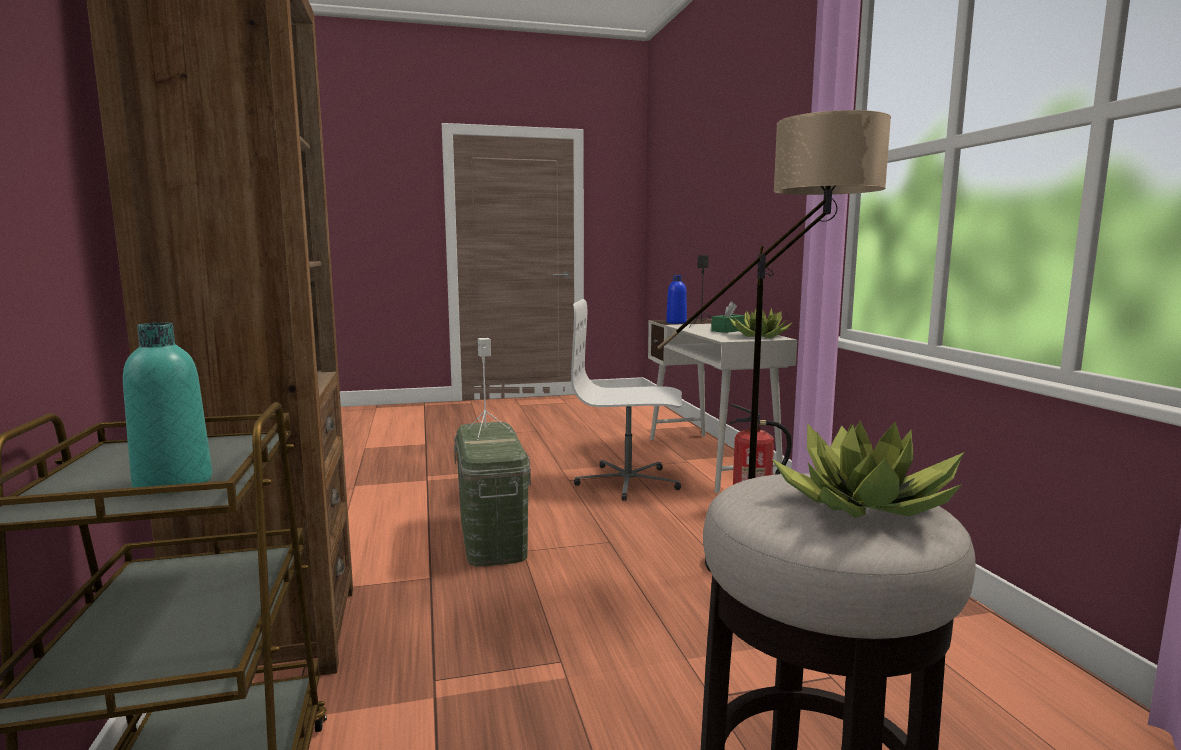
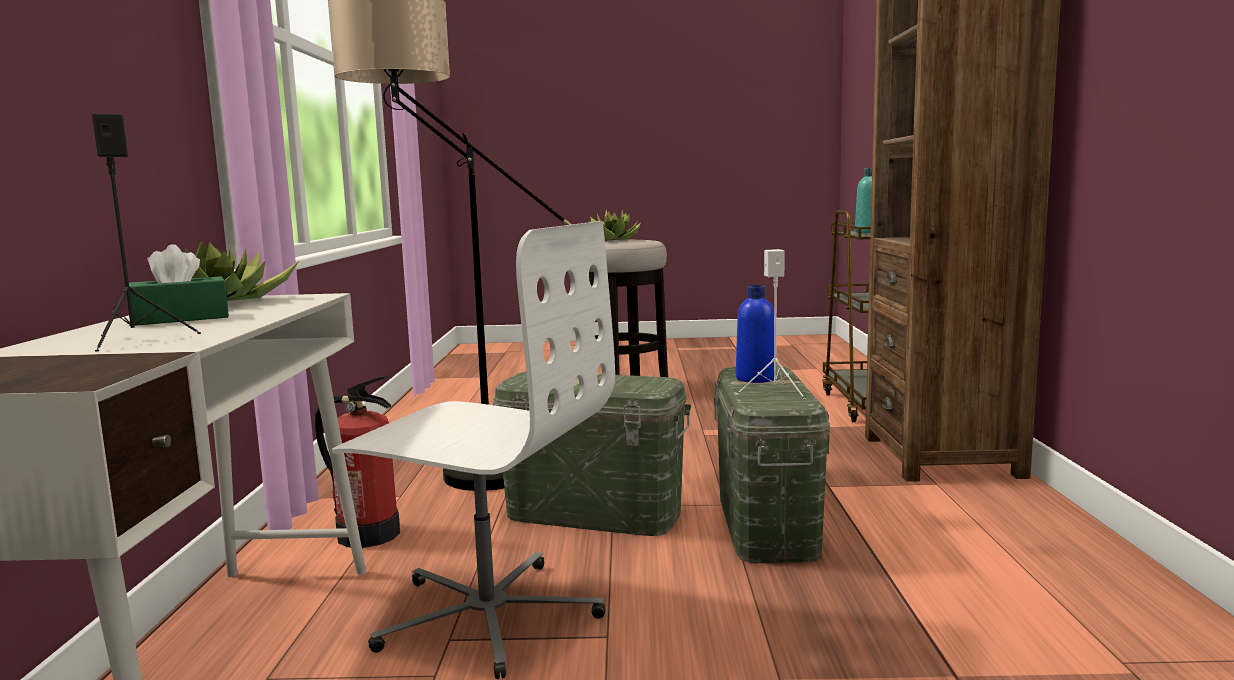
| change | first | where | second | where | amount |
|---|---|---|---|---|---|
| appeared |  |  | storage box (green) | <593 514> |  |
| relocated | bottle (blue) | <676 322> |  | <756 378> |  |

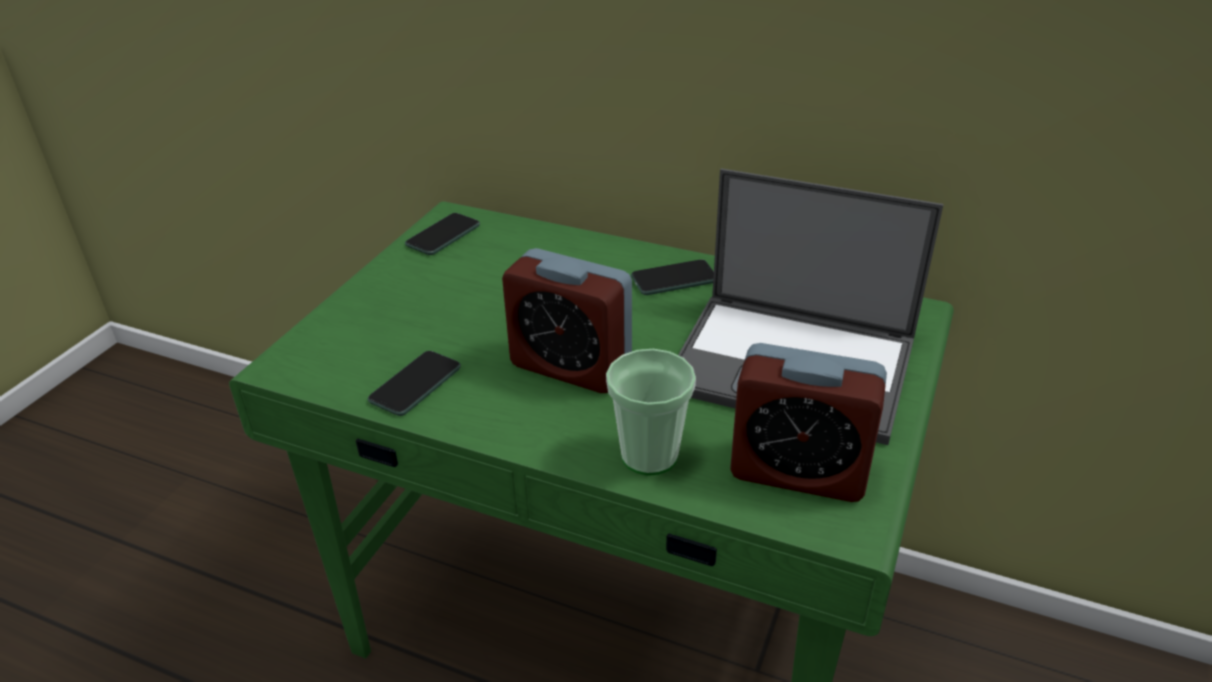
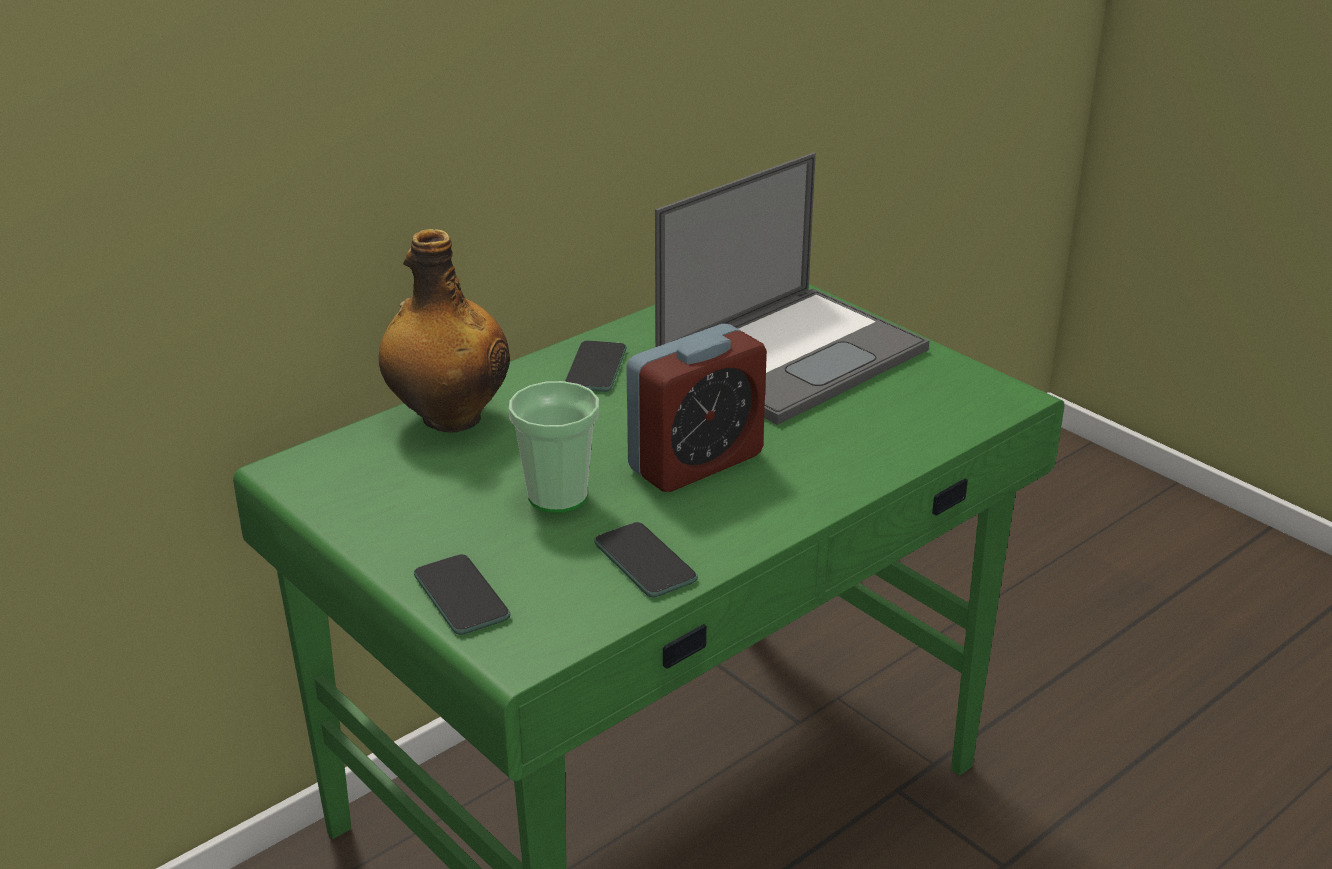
| change | first | where | second | where | amount |
|---|---|---|---|---|---|
| missing | alarm clock | <798 471> |  |  |  |
| appeared |  |  | bottle | <449 418> |  |
| relocated | phone | <443 235> |  | <461 596> |  |
| relocated | cup | <649 455> |  | <558 496> |  |

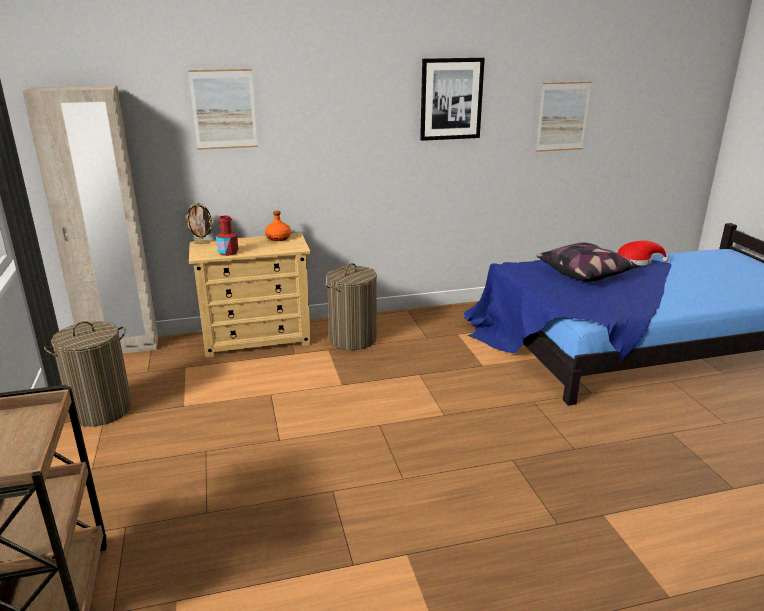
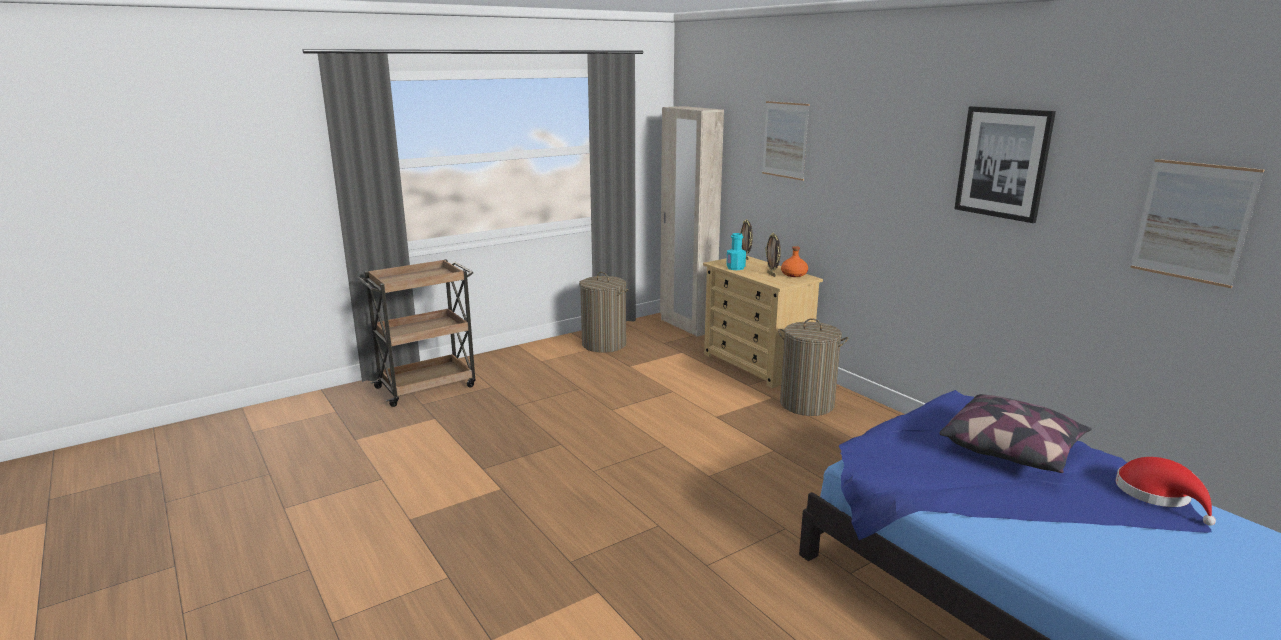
| change | first | where | second | where | amount |
|---|---|---|---|---|---|
| appeared |  |  | picture frame | <772 274> |  |
| colour | bottle (red) | <228 252> | bottle (turquoise) | <735 268> |  |

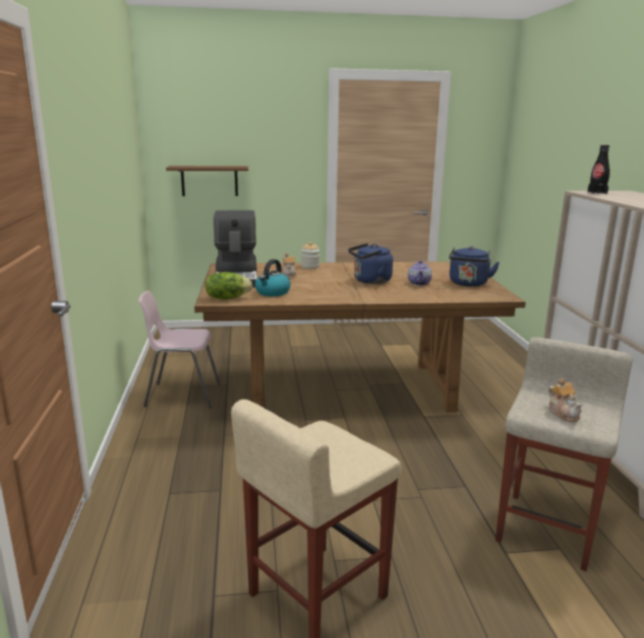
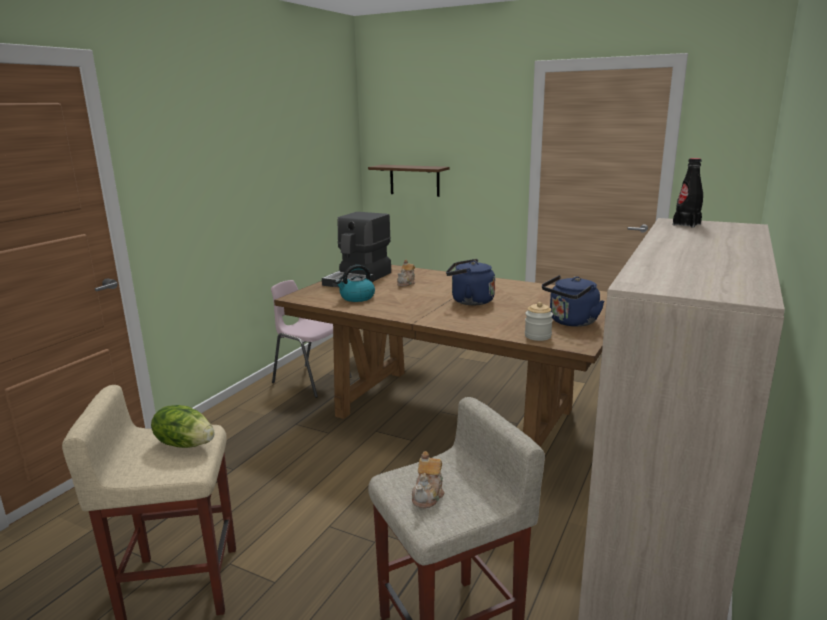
| change | first | where | second | where | amount |
|---|---|---|---|---|---|
| missing | teapot | <419 283> |  |  |  |
| relocated | lettuce | <227 298> |  | <185 443> |  |
| relocated | jar | <310 266> |  | <538 336> |  |

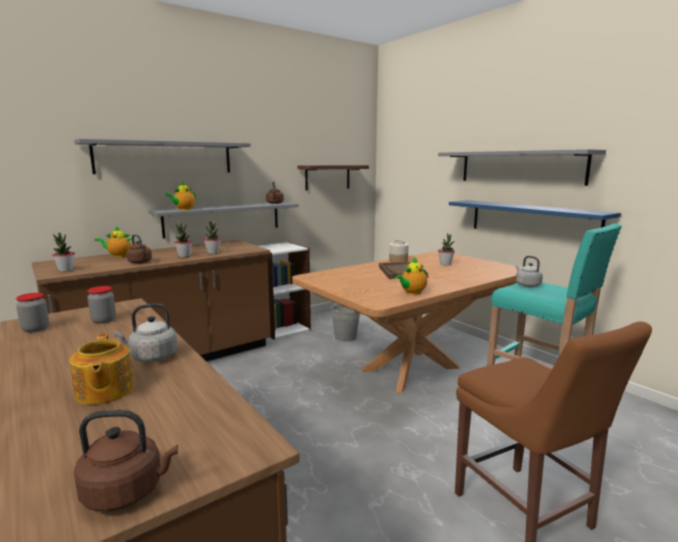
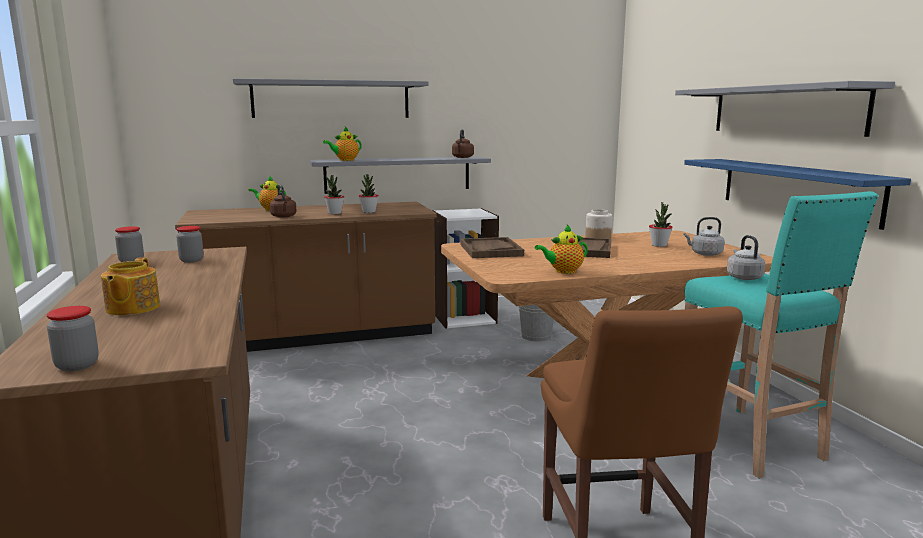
| change | first | where | second | where | amount |
|---|---|---|---|---|---|
| missing | potted plant | <66 270> |  |  |  |
| missing | shelf | <327 177> |  |  |  |
| appeared |  |  | tray (brown) | <490 250> |  |
| relocated | kettle (grey) | <151 357> |  | <704 254> |  |
| exchanged | kettle (brown) | <127 492> | jar | <77 365> |  |

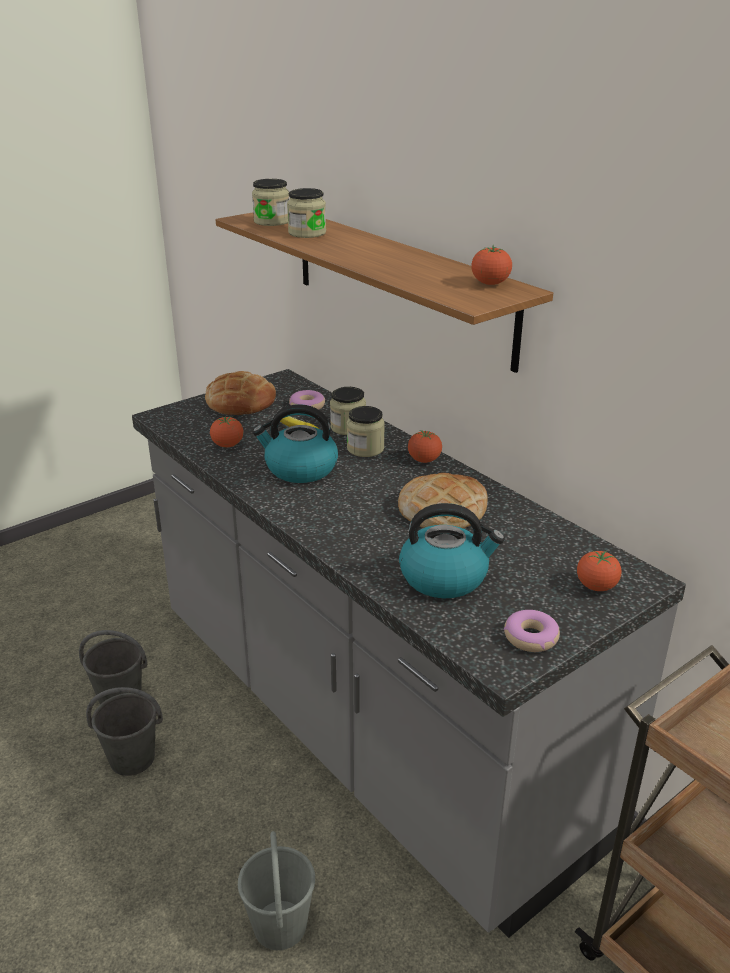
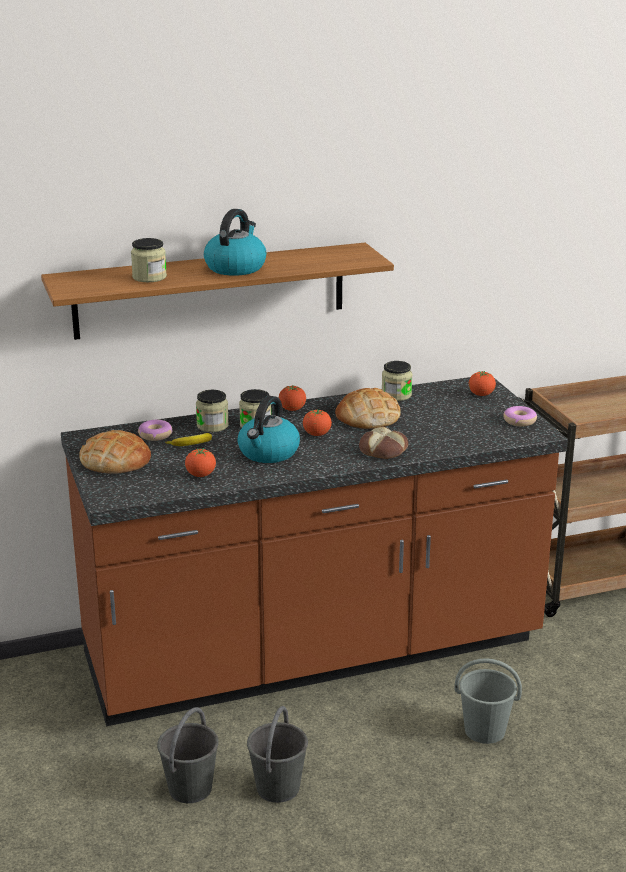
| change | first | where | second | where | amount |
|---|---|---|---|---|---|
| appeared |  |  | bread | <384 450> |  |
| relocated | jar | <271 221> |  | <396 395> |  |
| relocated | kettle | <445 577> |  | <235 267> |  |
| relocated | tomato | <490 284> |  | <317 434> |  |
| colour | counter (grey) | <365 724> | counter (brown) | <313 654> |  |

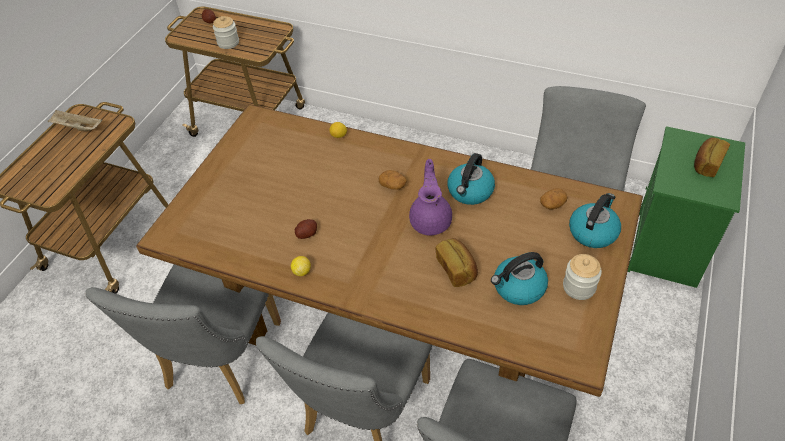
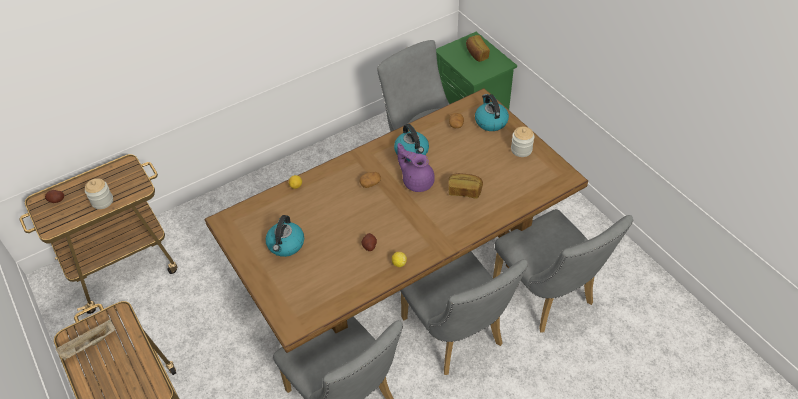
| change | first | where | second | where | amount |
|---|---|---|---|---|---|
| relocated | kettle | <518 288> |  | <286 245> |  |

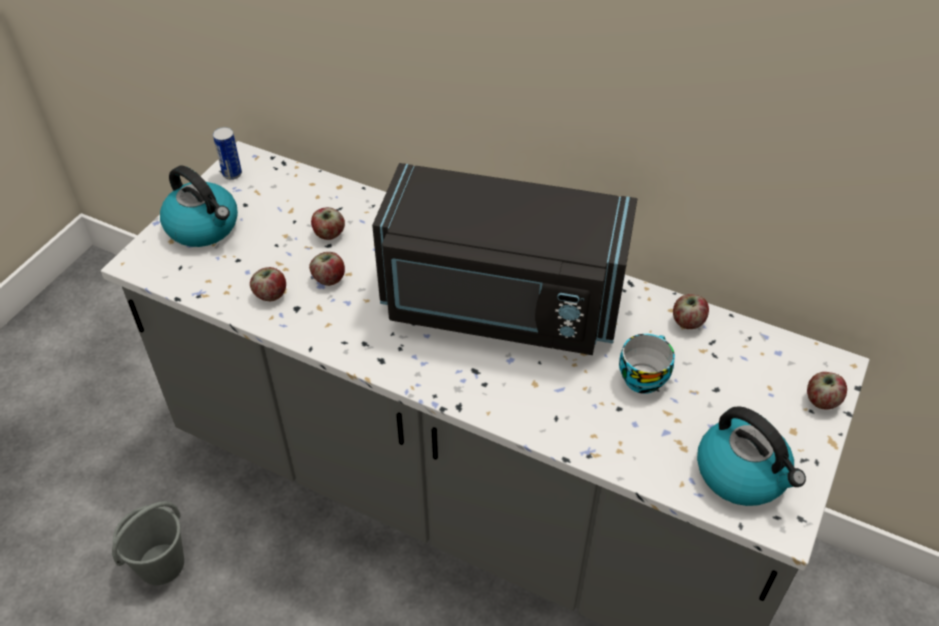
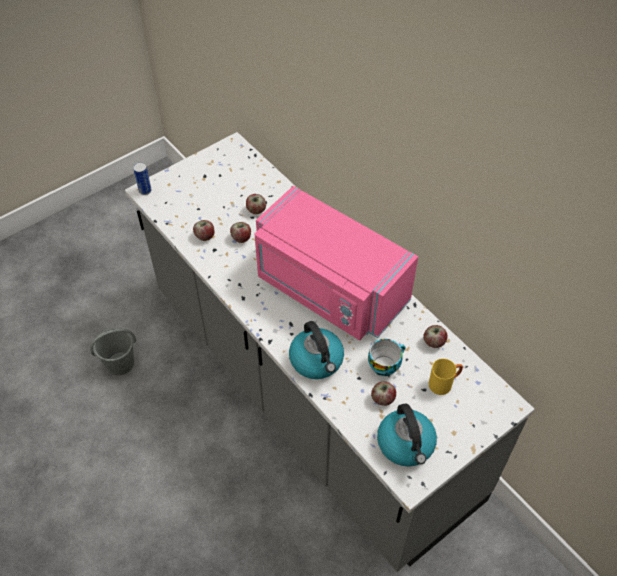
| change | first | where | second | where | amount |
|---|---|---|---|---|---|
| appeared |  |  | mug (yellow) | <444 383> |  |
| relocated | kettle | <204 227> |  | <317 361> |  |
| relocated | can | <232 174> |  | <145 190> |  |
| relocated | apple | <821 401> |  | <383 398> |  |
| colour | microwave (black) | <500 305> | microwave (pink) | <328 290> |  |

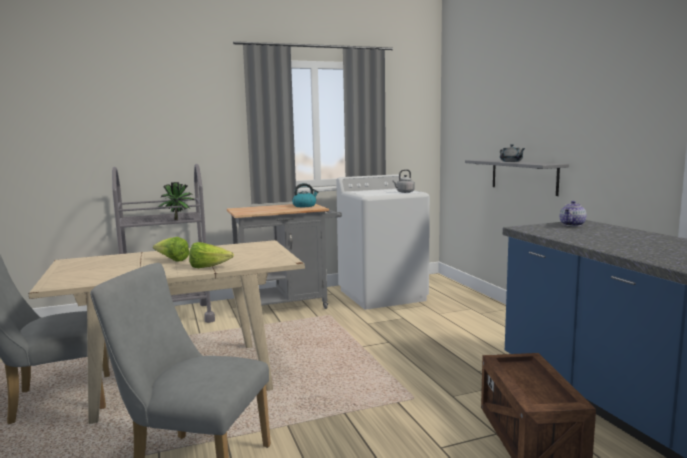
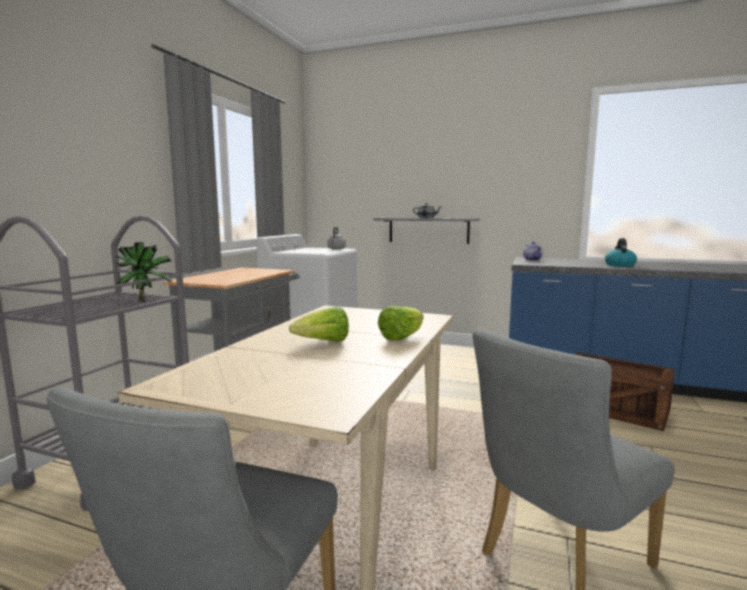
| change | first | where | second | where | amount |
|---|---|---|---|---|---|
| relocated | kettle | <304 206> |  | <619 265> |  |

